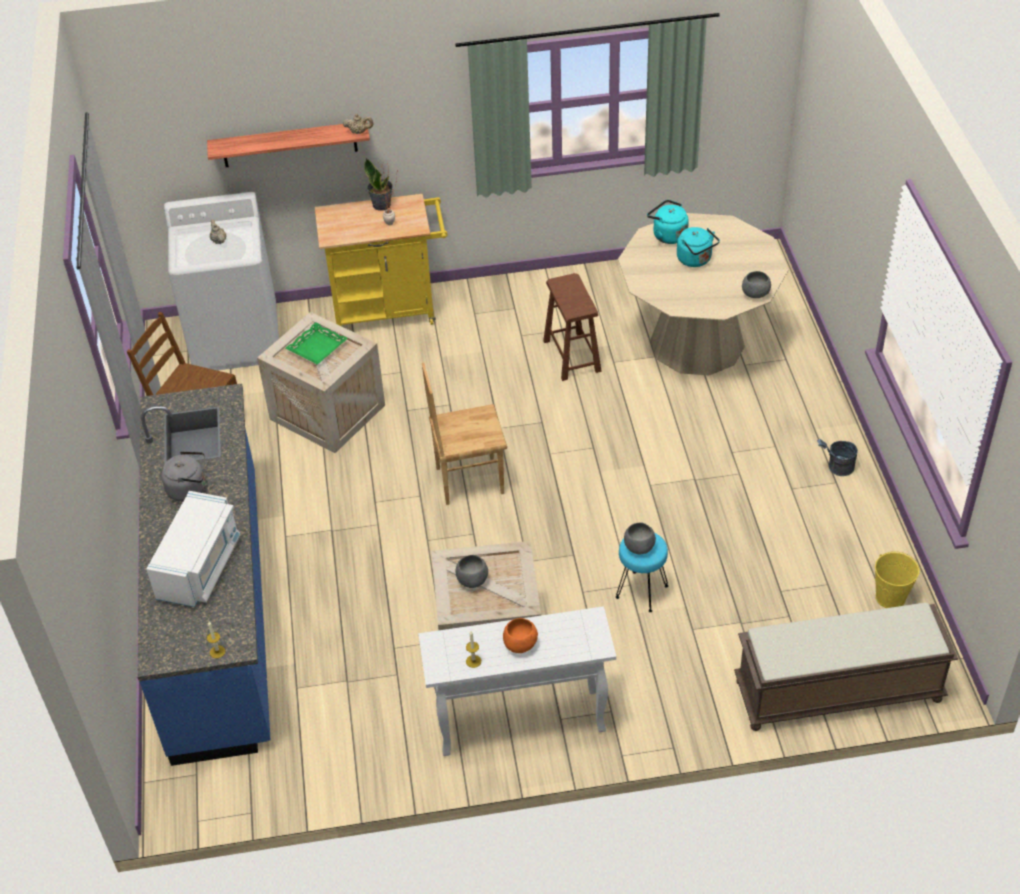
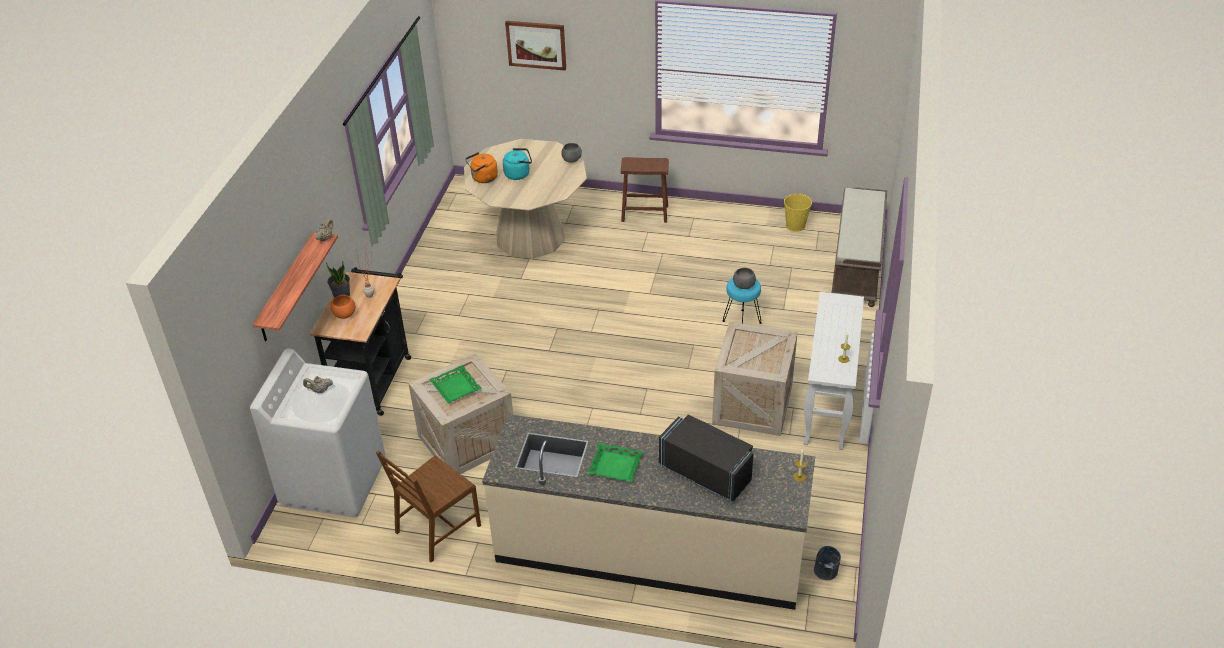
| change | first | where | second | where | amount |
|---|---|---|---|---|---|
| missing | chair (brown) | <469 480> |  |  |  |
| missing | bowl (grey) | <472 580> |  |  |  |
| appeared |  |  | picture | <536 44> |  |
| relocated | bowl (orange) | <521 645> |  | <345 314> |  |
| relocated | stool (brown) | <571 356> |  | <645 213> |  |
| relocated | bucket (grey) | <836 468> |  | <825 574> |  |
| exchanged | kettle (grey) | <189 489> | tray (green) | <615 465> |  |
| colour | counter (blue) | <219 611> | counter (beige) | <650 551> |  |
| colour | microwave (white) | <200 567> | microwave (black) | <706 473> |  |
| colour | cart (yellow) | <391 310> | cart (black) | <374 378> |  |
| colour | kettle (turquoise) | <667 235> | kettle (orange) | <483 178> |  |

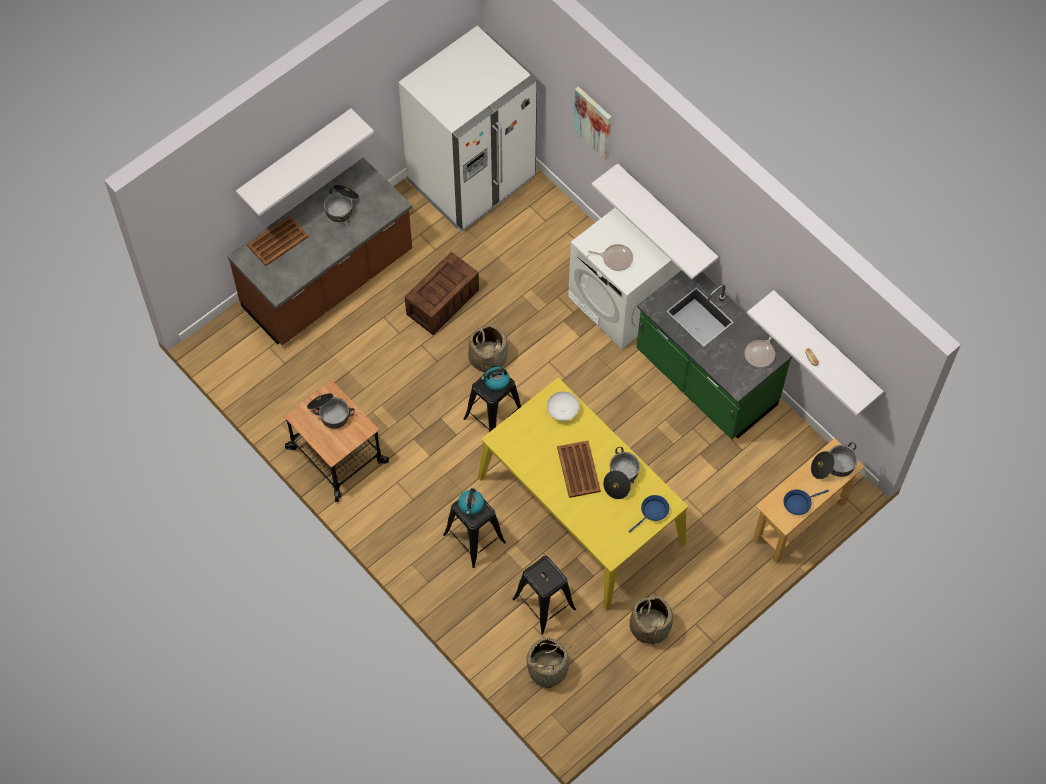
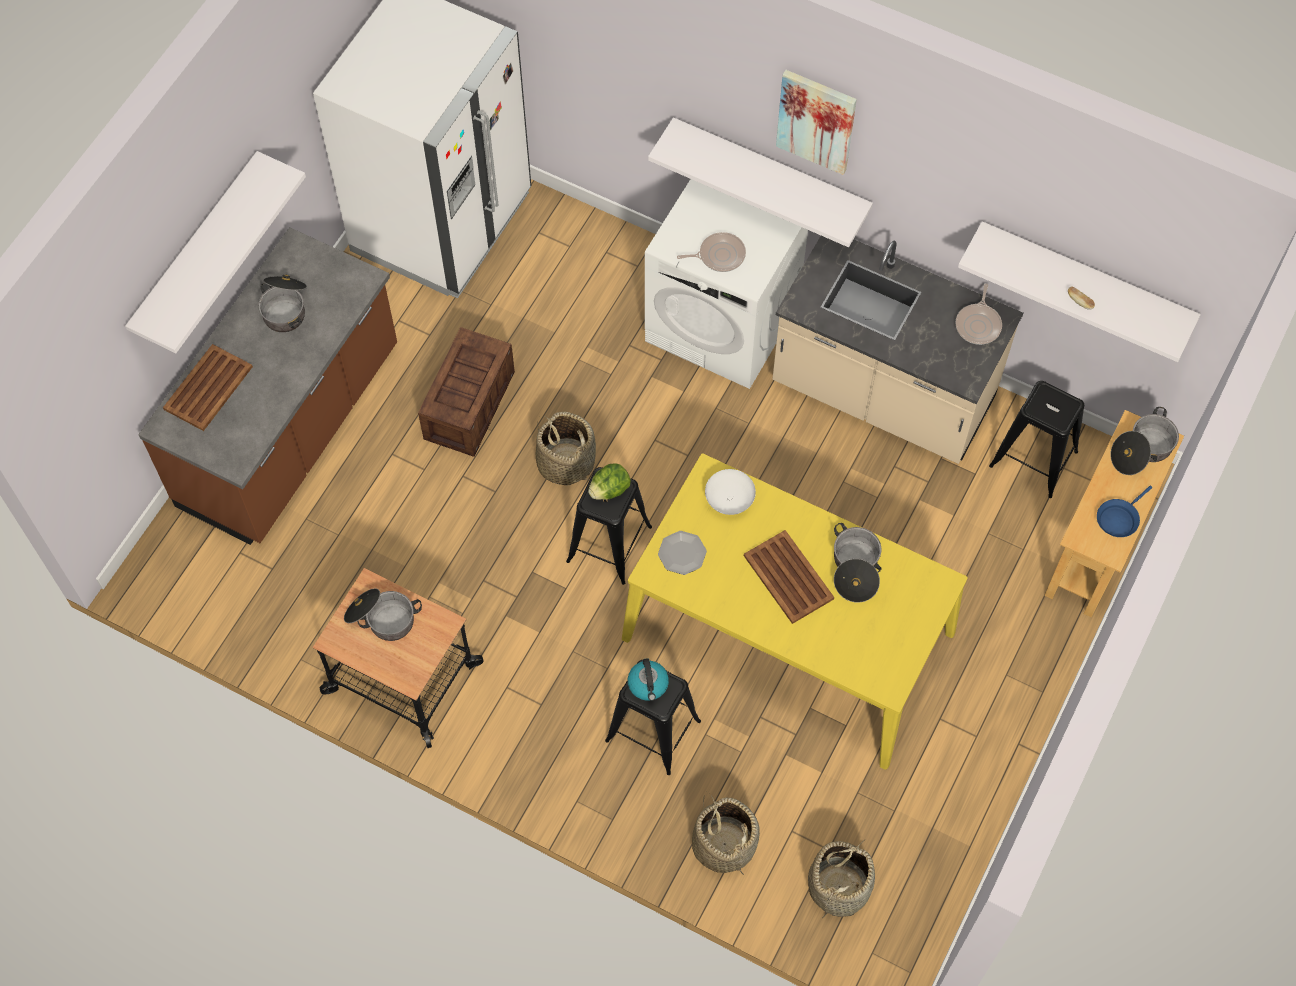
| change | first | where | second | where | amount |
|---|---|---|---|---|---|
| missing | frying pan (blue) | <652 512> |  |  |  |
| appeared |  |  | plate | <682 553> |  |
| relocated | stool (black) | <544 604> |  | <1034 459> |  |
| relocated | picture | <593 122> |  | <816 120> |  |
| relocated | basket | <650 626> |  | <723 844> |  |
| exchanged | kettle | <496 381> | lettuce | <610 489> |  |
| colour | counter (green) | <705 380> | counter (beige) | <882 394> |  |

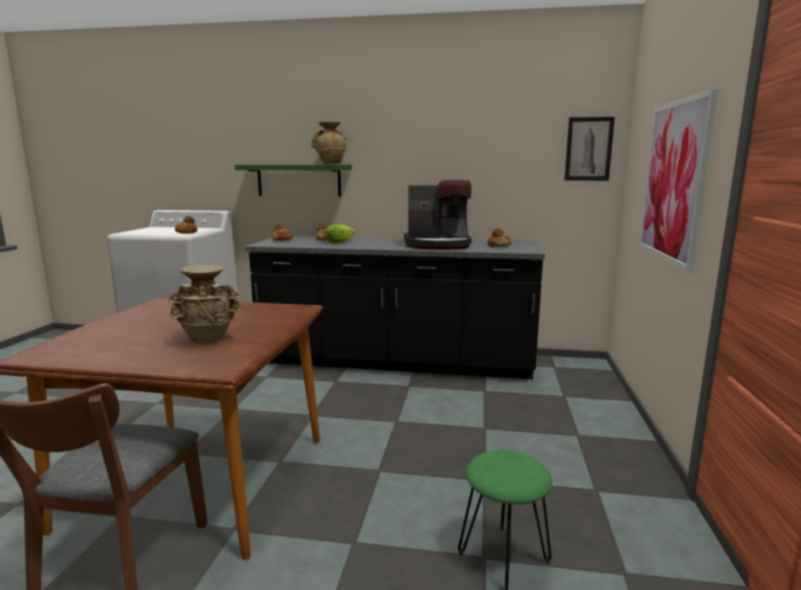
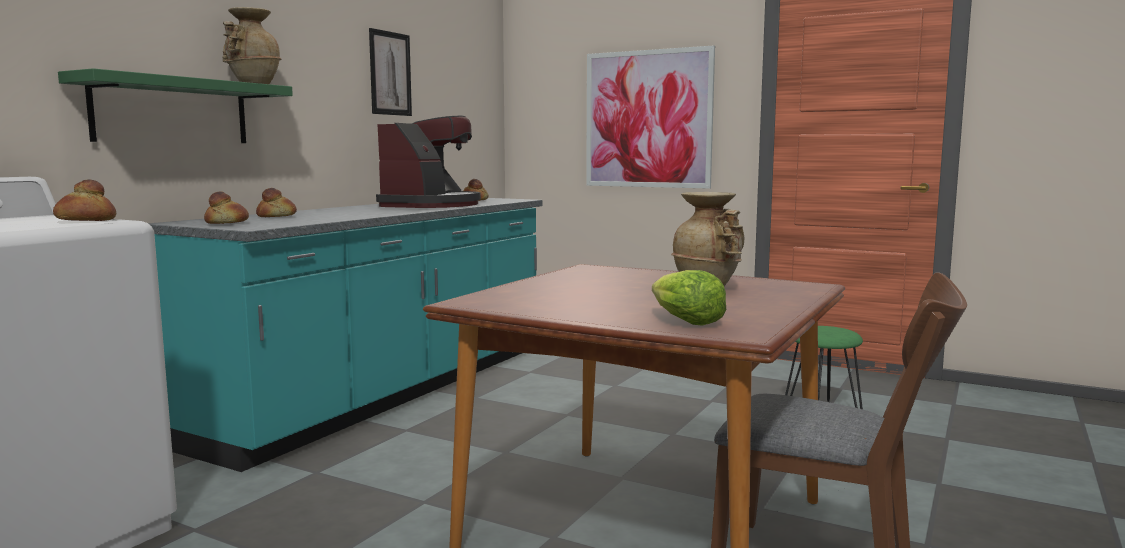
| change | first | where | second | where | amount |
|---|---|---|---|---|---|
| relocated | lettuce | <339 242> |  | <684 321> |  |
| relocated | picture | <588 149> |  | <390 73> |  |
| colour | counter (black) | <396 362> | counter (turquoise) | <388 393> |  |

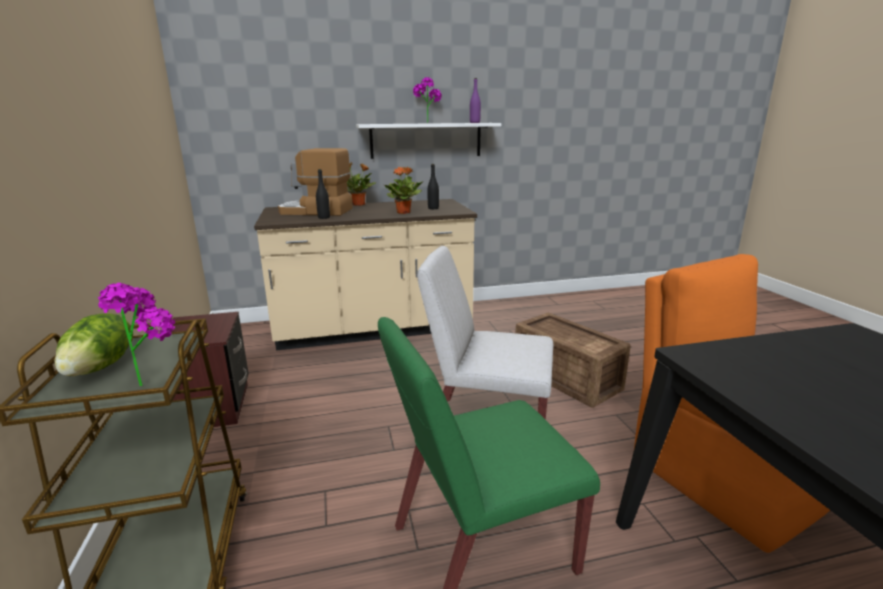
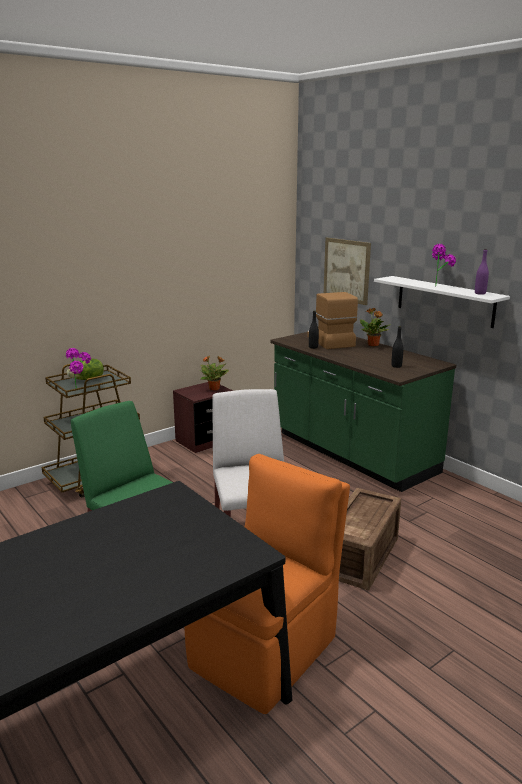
| change | first | where | second | where | amount |
|---|---|---|---|---|---|
| appeared |  |  | picture | <346 270> |  |
| relocated | potted plant | <404 212> |  | <214 389> |  |
| colour | counter (beige) | <373 329> | counter (green) | <351 453> |  |

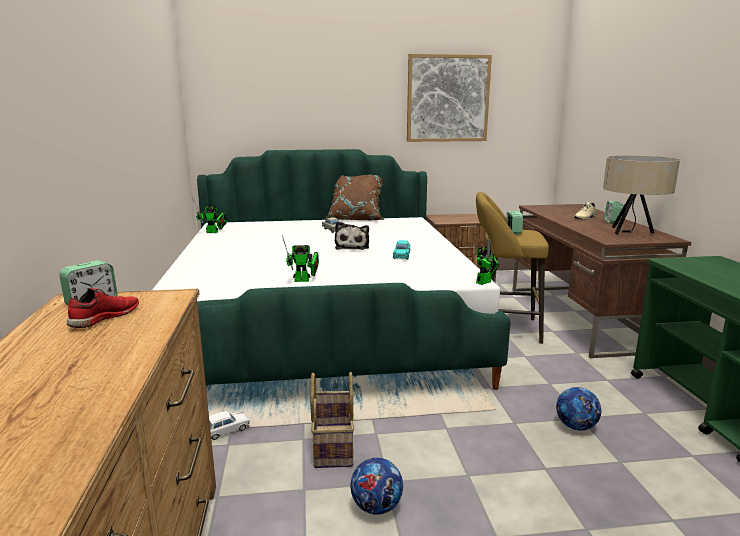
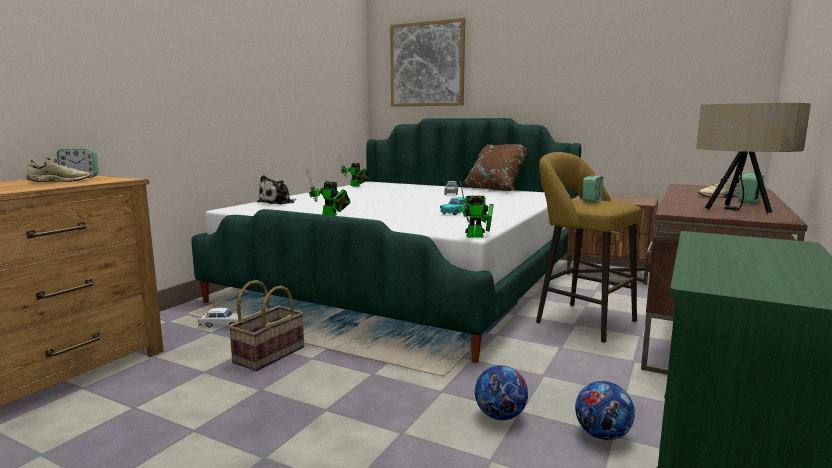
| change | first | where | second | where | amount |
|---|---|---|---|---|---|
| relocated | plush toy | <352 247> |  | <278 202> |  |
| relocated | football | <376 507> |  | <602 435> |  |
| relocated | picture | <448 98> |  | <427 64> |  |
| colour | shoe (red) | <104 317> | shoe (beige) | <60 181> |  |

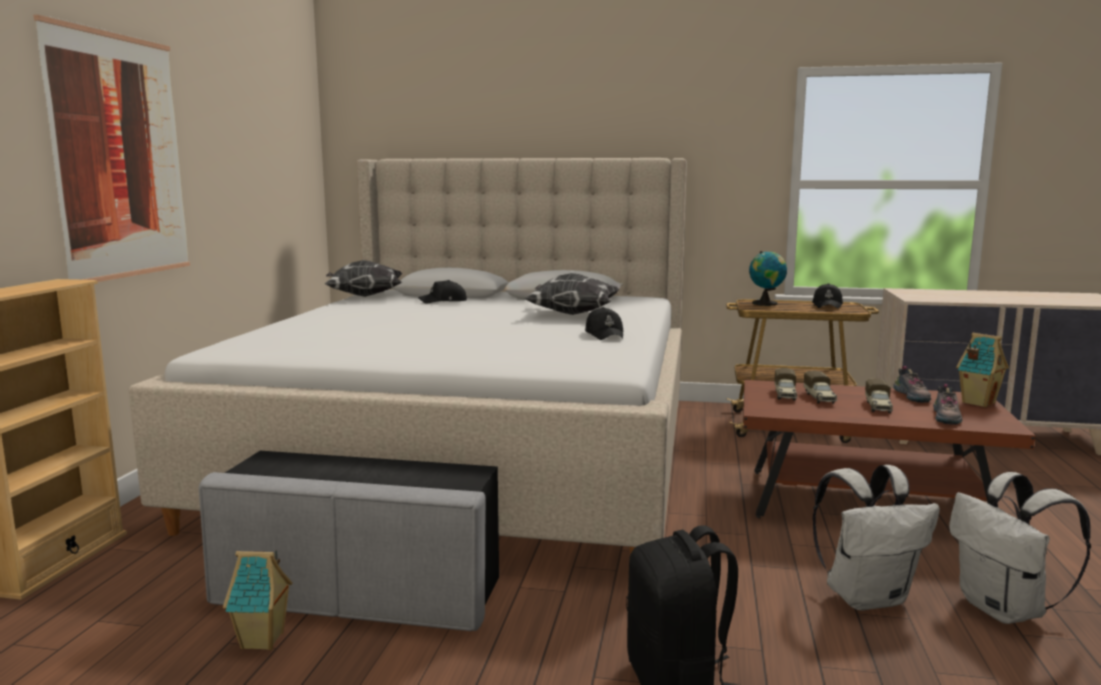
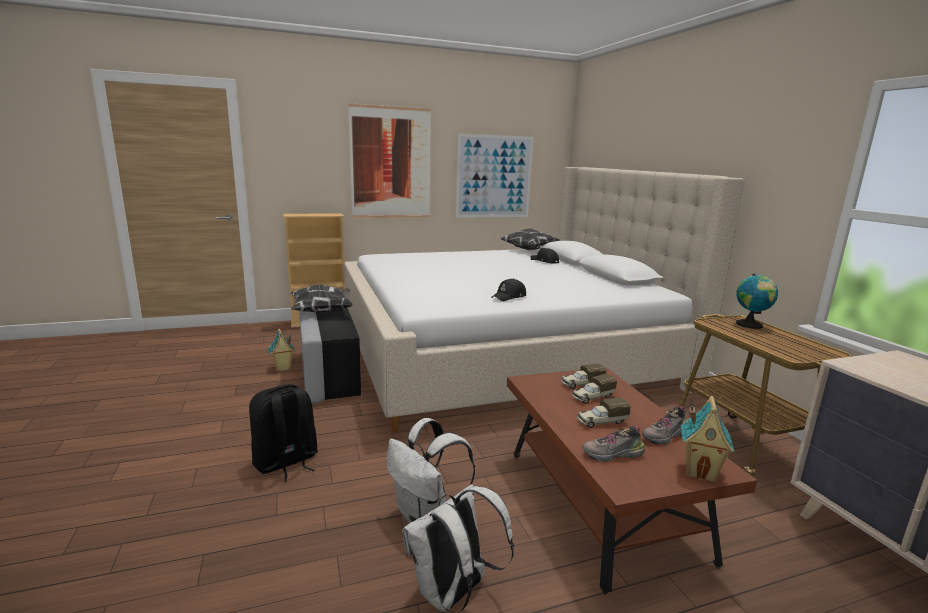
| change | first | where | second | where | amount |
|---|---|---|---|---|---|
| missing | cap (black) | <827 305> |  |  |  |
| appeared |  |  | picture | <494 177> |  |
| relocated | pillow | <571 314> |  | <322 311> |  |

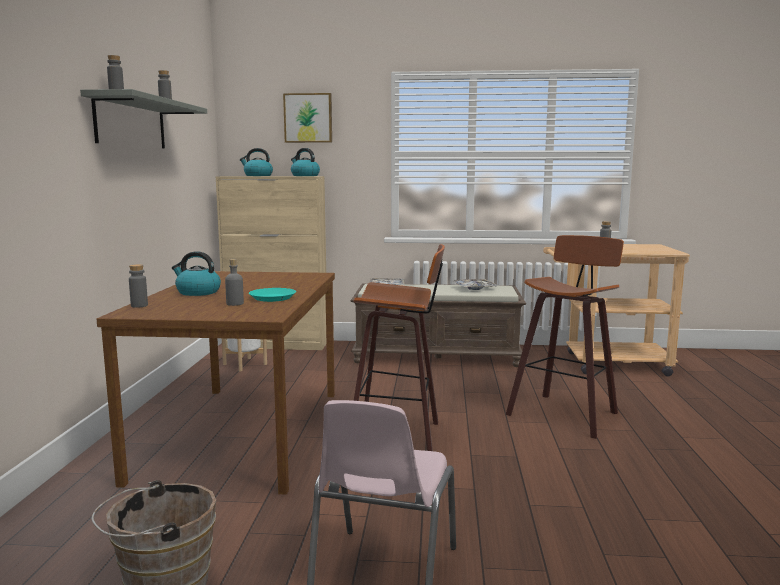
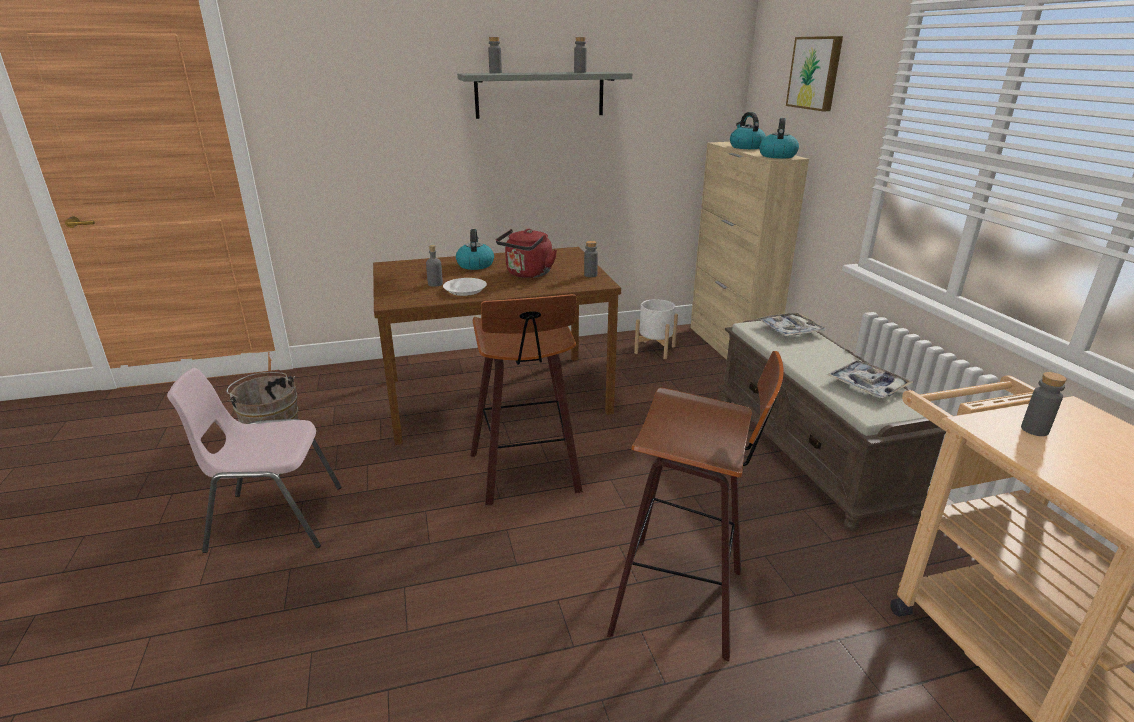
| change | first | where | second | where | amount |
|---|---|---|---|---|---|
| appeared |  |  | kettle (red) | <527 274> |  |
| relocated | bottle (grey) | <139 306> |  | <590 275> |  |
| colour | plate (turquoise) | <273 298> | plate (white) | <465 290> |  |

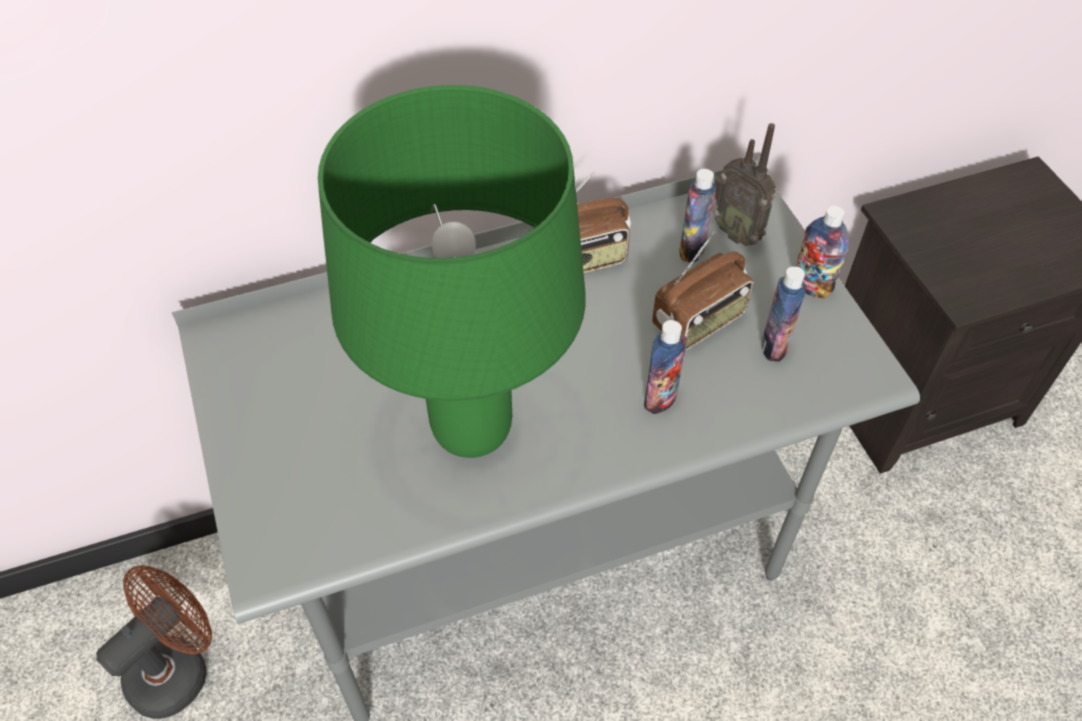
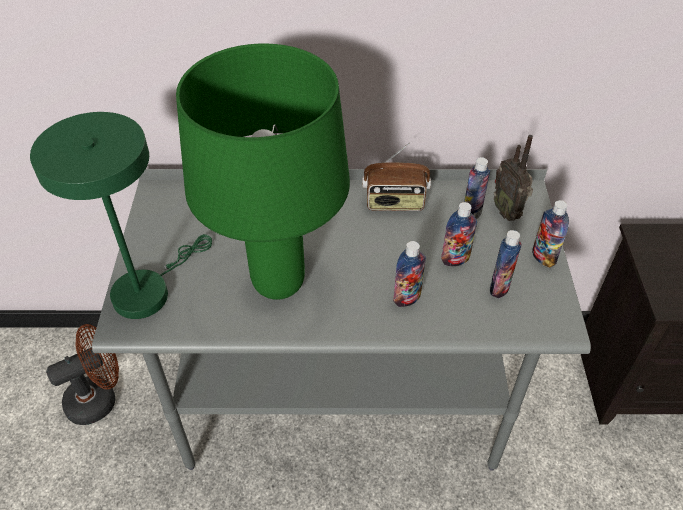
| change | first | where | second | where | amount |
|---|---|---|---|---|---|
| appeared |  |  | table lamp (green) | <147 290> |  |
| exchanged | radio | <699 322> | bottle | <455 259> |  |

